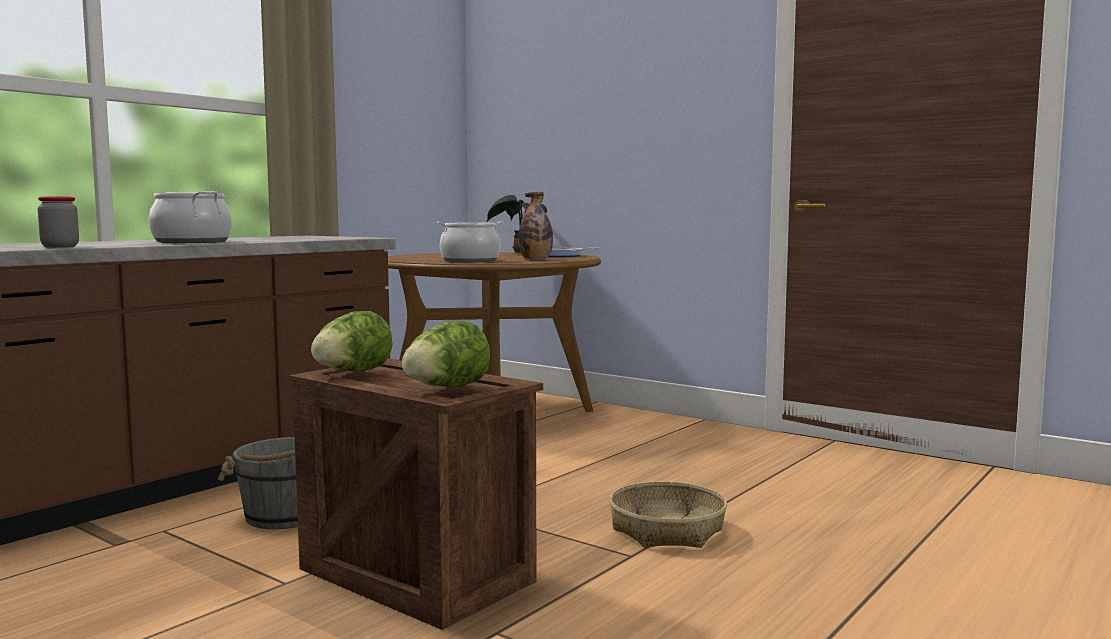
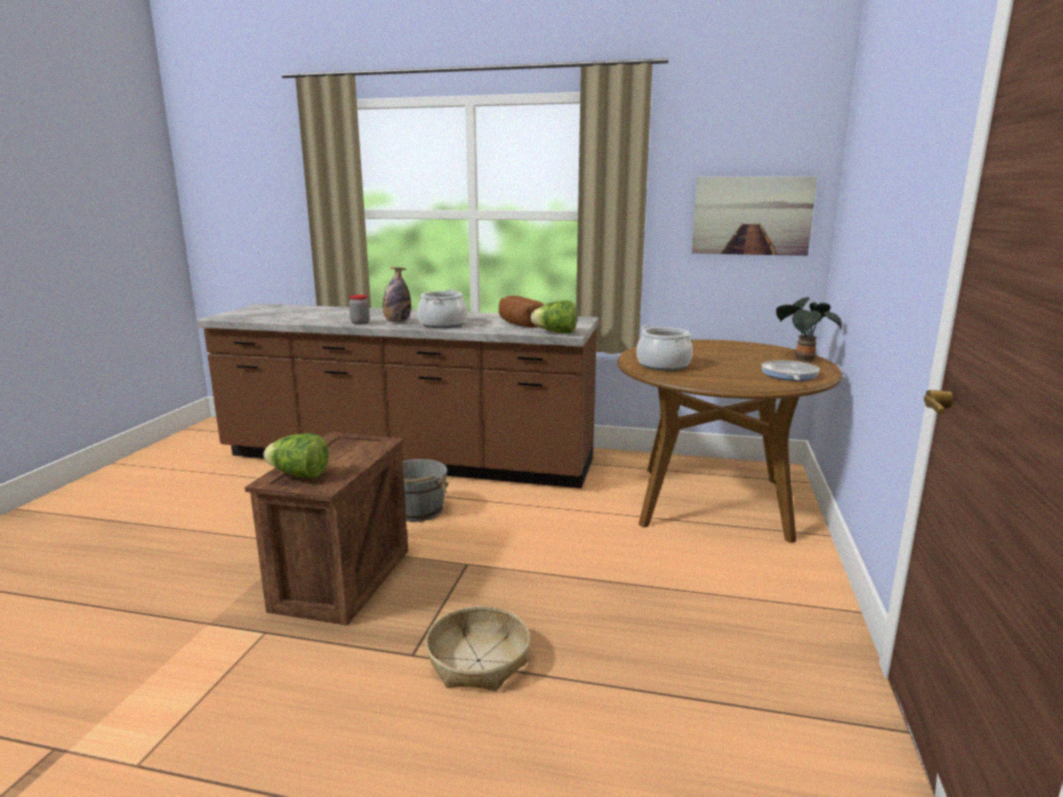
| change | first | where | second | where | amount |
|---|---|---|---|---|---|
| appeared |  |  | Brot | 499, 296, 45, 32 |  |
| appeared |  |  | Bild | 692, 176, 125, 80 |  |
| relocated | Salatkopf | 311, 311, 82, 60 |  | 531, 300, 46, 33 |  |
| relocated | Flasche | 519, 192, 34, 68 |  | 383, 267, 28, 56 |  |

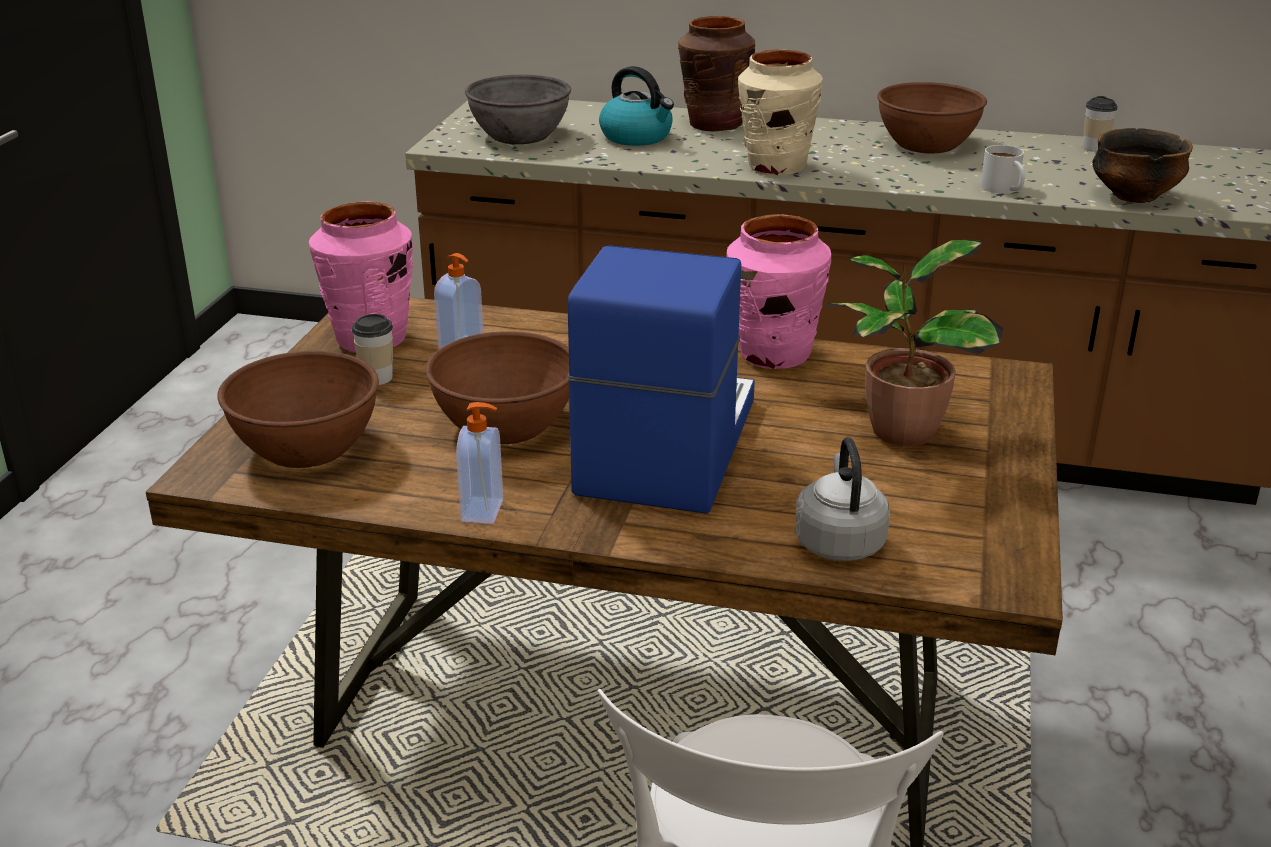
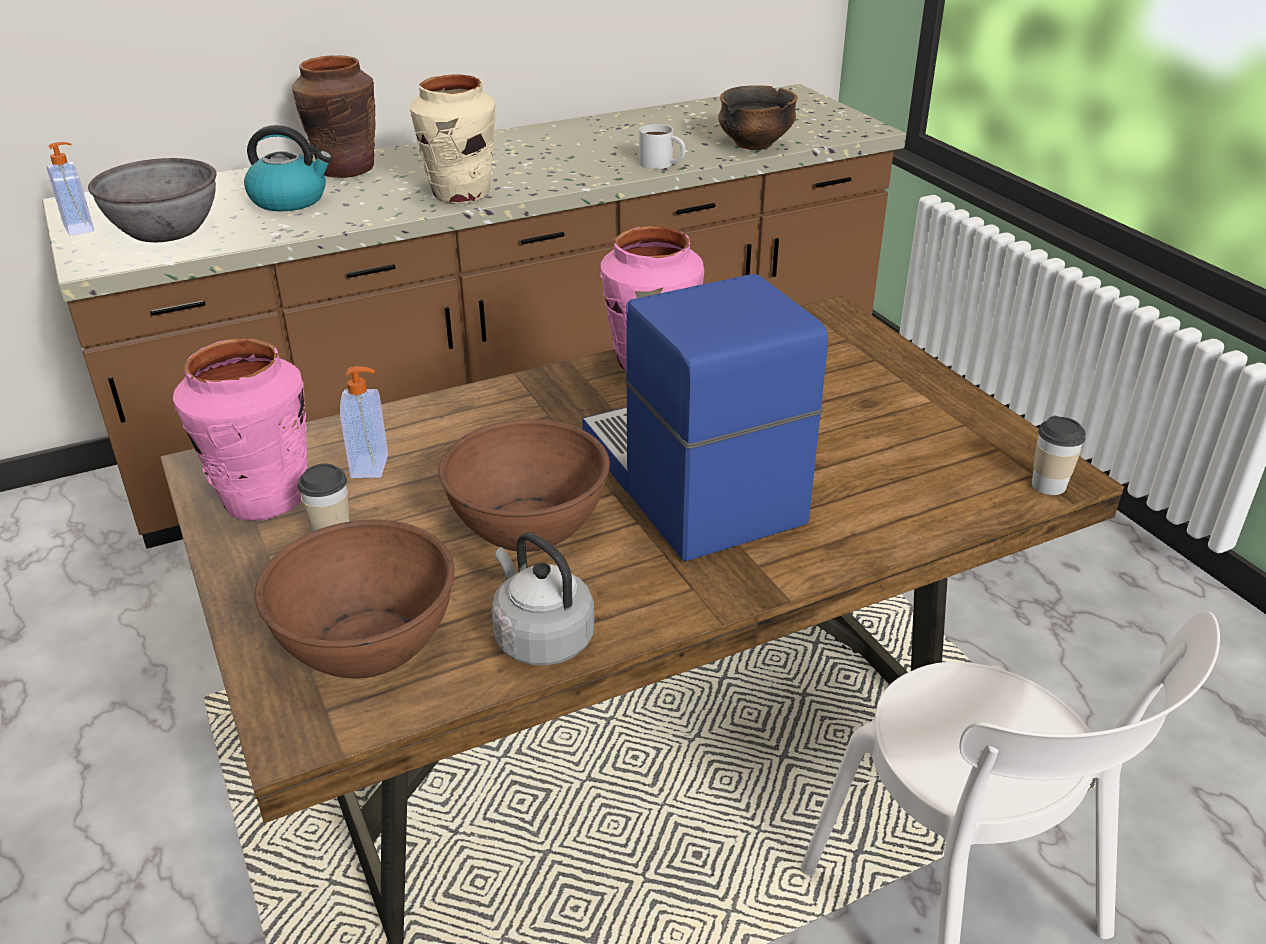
| change | first | where | second | where | amount |
|---|---|---|---|---|---|
| missing | Topfpflanze | 827, 239, 176, 207 |  |  |  |
| missing | Schüssel/braun | 877, 82, 110, 71 |  |  |  |
| relocated | Seifenspender | 456, 402, 47, 122 |  | 47, 142, 47, 94 |  |
| relocated | Wasserkessel/grau | 795, 437, 95, 124 |  | 491, 532, 103, 133 |  |
| relocated | Tasse | 1083, 96, 35, 56 |  | 1032, 416, 54, 79 |  |

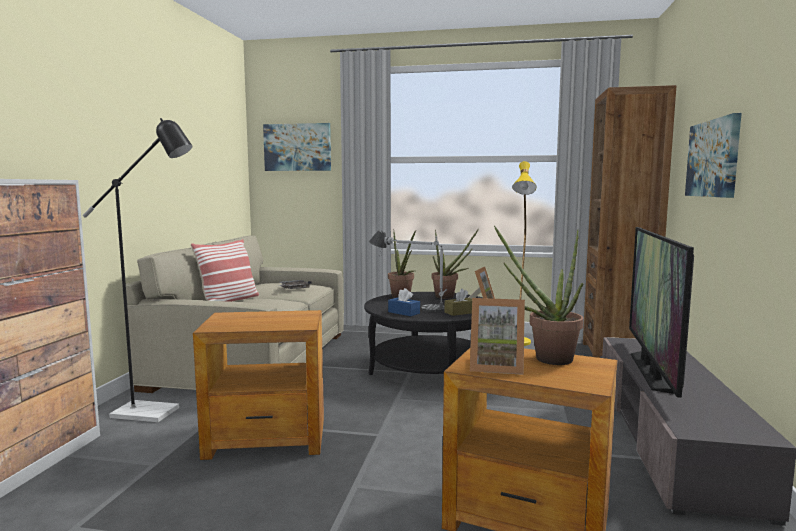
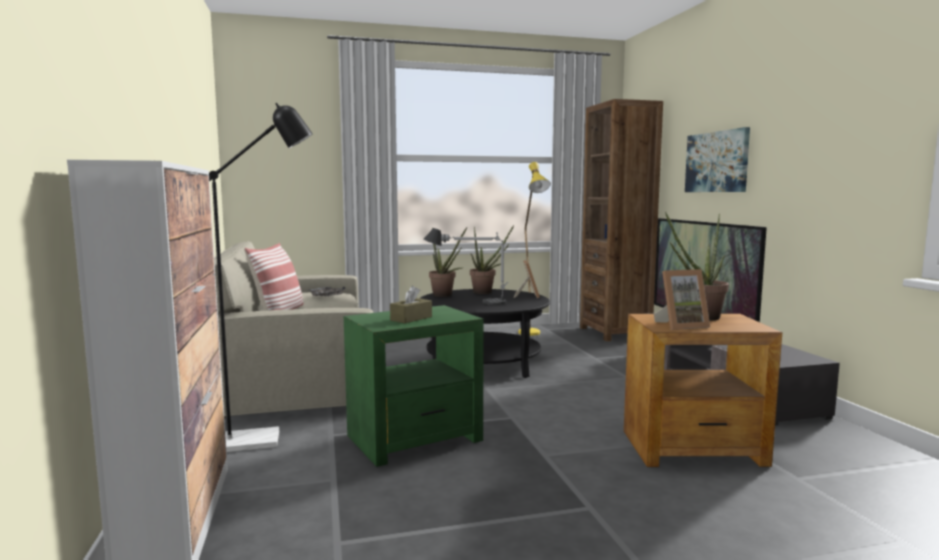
| change | first | where | second | where | amount |
|---|---|---|---|---|---|
| missing | Bild | 263, 123, 68, 48 |  |  |  |
| missing | Taschentuchbox/blau | 388, 288, 32, 28 |  |  |  |
| relocated | Taschentuchbox/braun | 445, 289, 27, 27 |  | 390, 286, 42, 37 |  |
| colour | Beistelltisch/braun | 193, 310, 131, 150 | Beistelltisch/grün | 344, 305, 140, 162 |  |

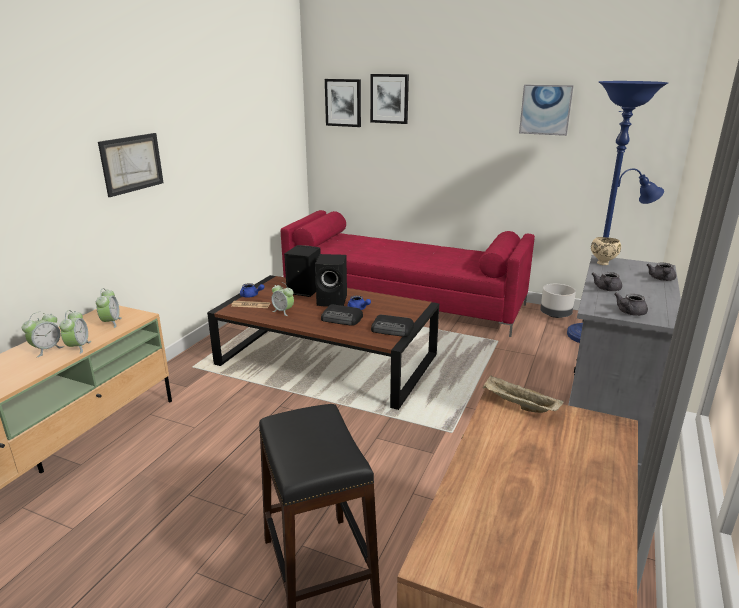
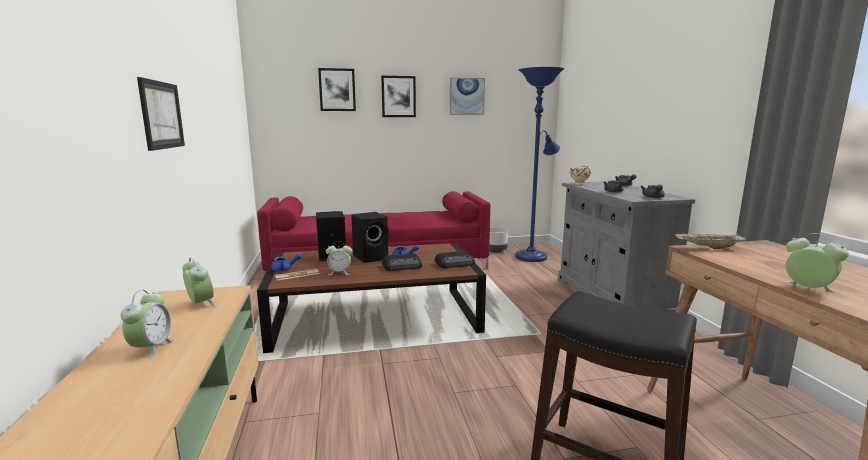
| change | first | where | second | where | amount |
|---|---|---|---|---|---|
| relocated | Wecker | 59, 310, 32, 44 |  | 786, 233, 63, 60 |  |
| relocated | Bild | 325, 79, 36, 48 |  | 381, 76, 35, 41 |  |

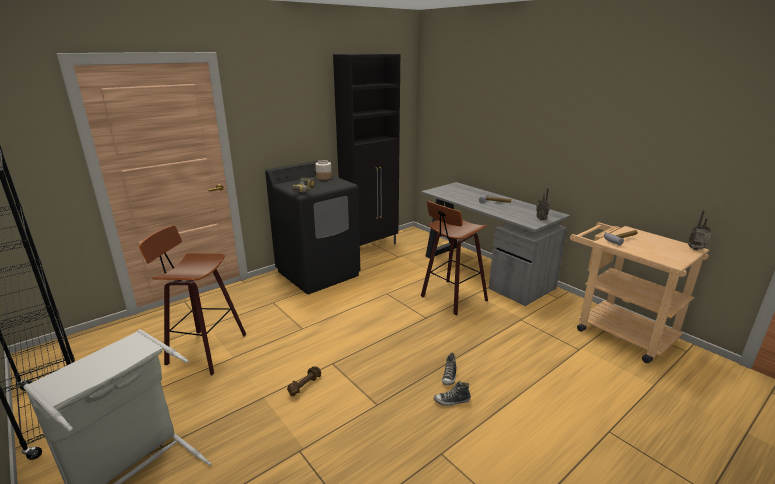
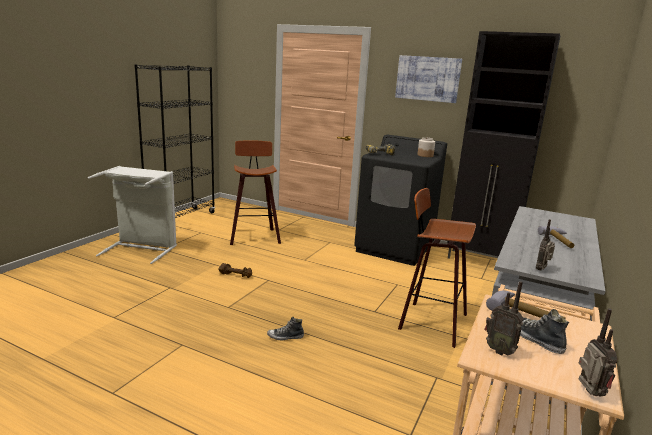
| change | first | where | second | where | amount |
|---|---|---|---|---|---|
| appeared |  |  | Bild | 395, 55, 67, 48 |  |
| appeared |  |  | Radio | 485, 281, 38, 74 |  |
| relocated | Schuh | 434, 381, 37, 25 |  | 520, 309, 49, 45 |  |

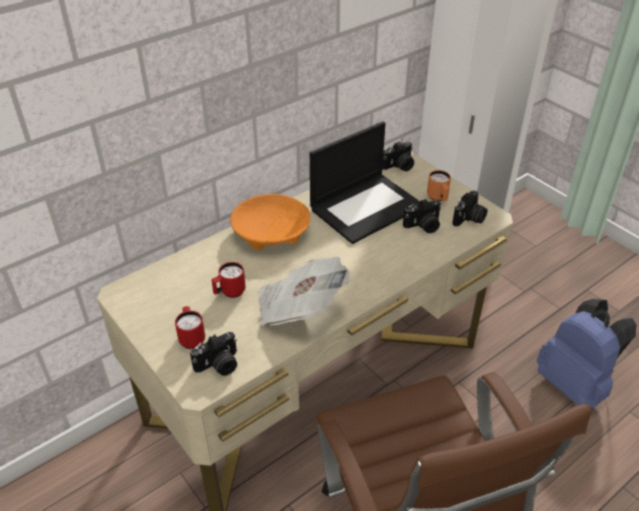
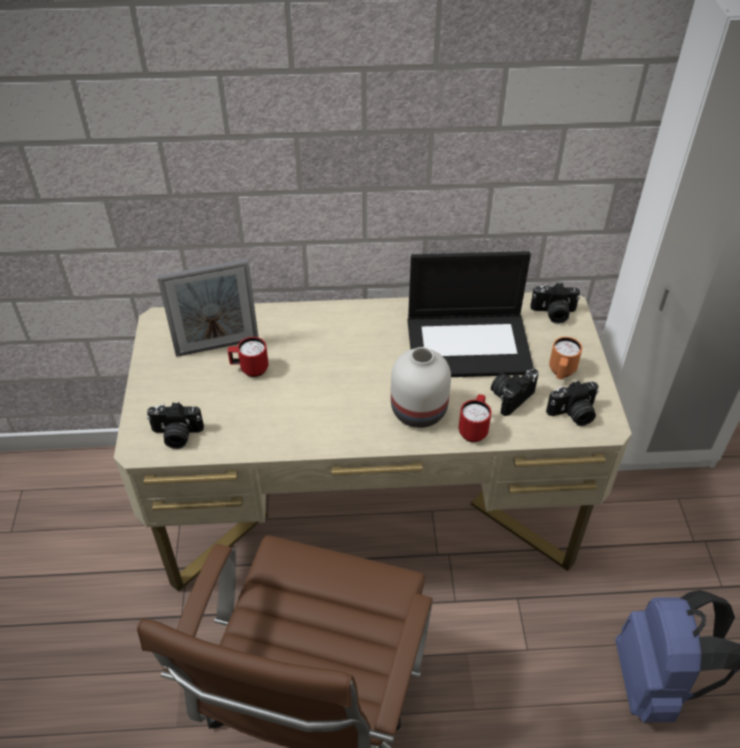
| change | first | where | second | where | amount |
|---|---|---|---|---|---|
| missing | Schüssel/orange | 230, 194, 80, 56 |  |  |  |
| missing | Zeitung | 258, 256, 91, 70 |  |  |  |
| appeared |  |  | Bilderrahmen | 157, 259, 101, 98 |  |
| appeared |  |  | Vase/weiß | 391, 347, 60, 81 |  |
| relocated | Henkelbecher/rot | 175, 306, 30, 43 |  | 459, 394, 32, 48 |  |
| spun | Kamera | 403, 199, 38, 34 |  | 491, 368, 47, 48 | 120 degrees clockwise |

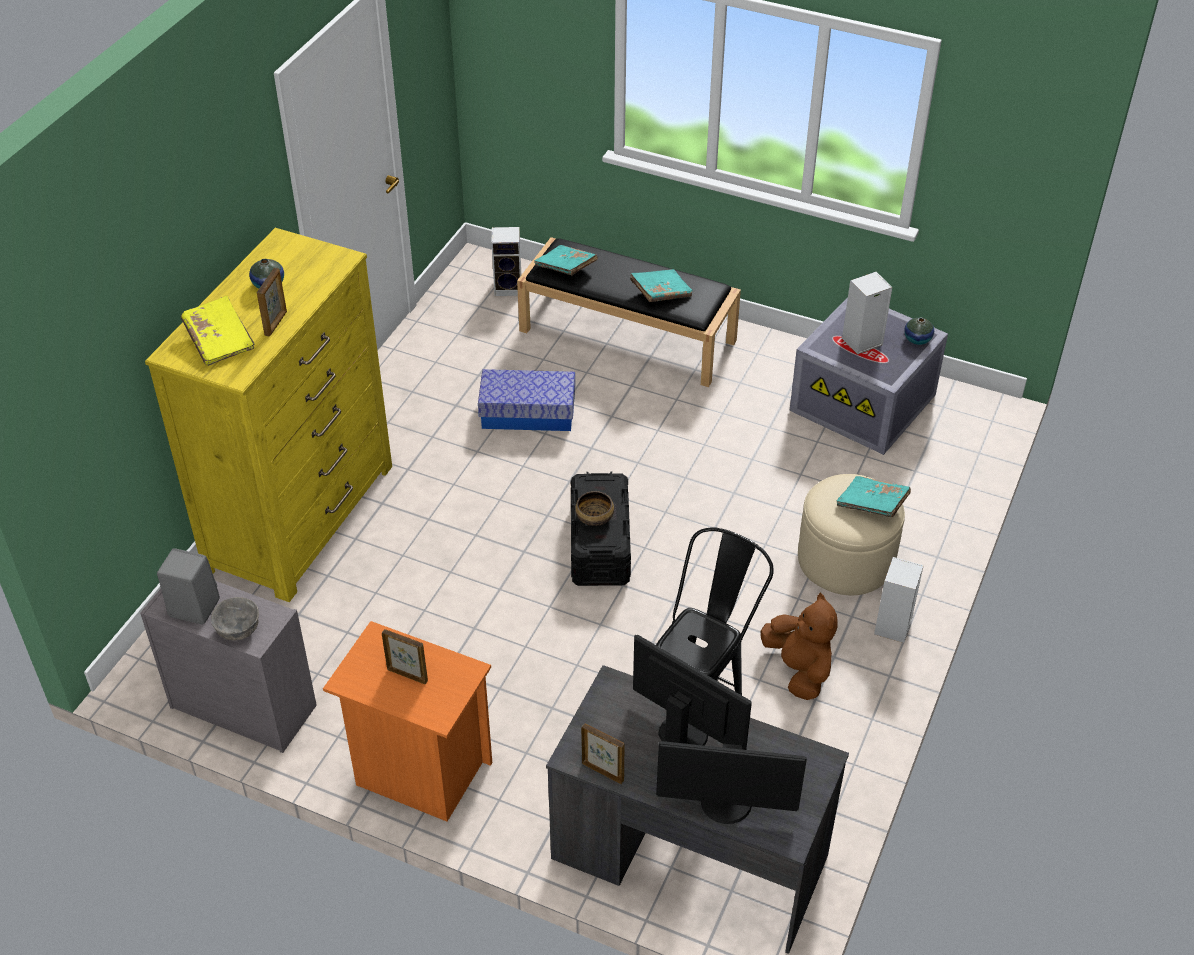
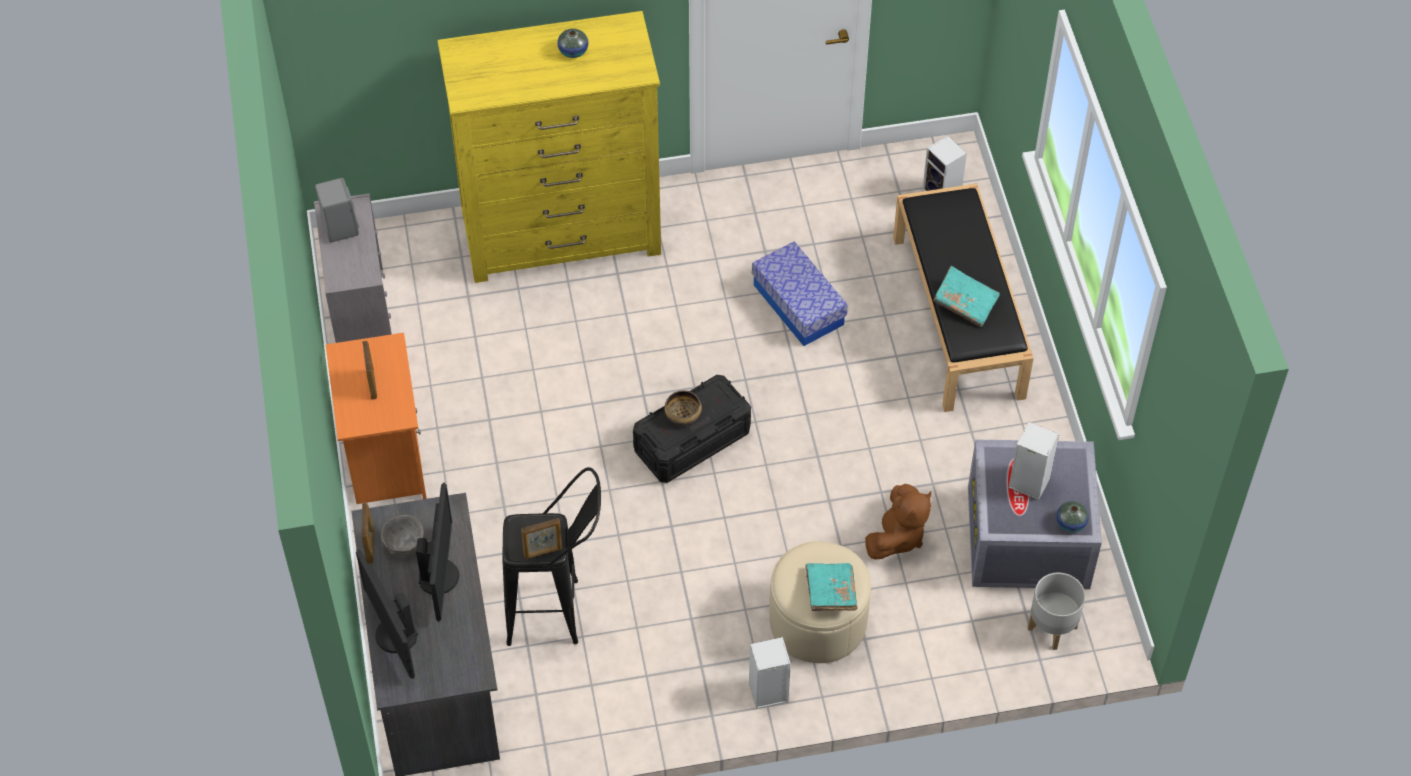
| change | first | where | second | where | amount |
|---|---|---|---|---|---|
| missing | Buch/gelb | 181, 296, 74, 70 |  |  |  |
| missing | Buch/türkis | 534, 245, 64, 30 |  |  |  |
| appeared |  |  | Pflanzkübel/grau | 1028, 572, 57, 78 |  |
| relocated | Schüssel/grau | 211, 597, 48, 44 |  | 381, 515, 43, 41 |  |
| relocated | Bilderrahmen | 257, 268, 30, 68 |  | 521, 518, 41, 41 |  |
| relocated | Plüschtier/braun | 761, 593, 76, 107 |  | 865, 484, 66, 75 |  |

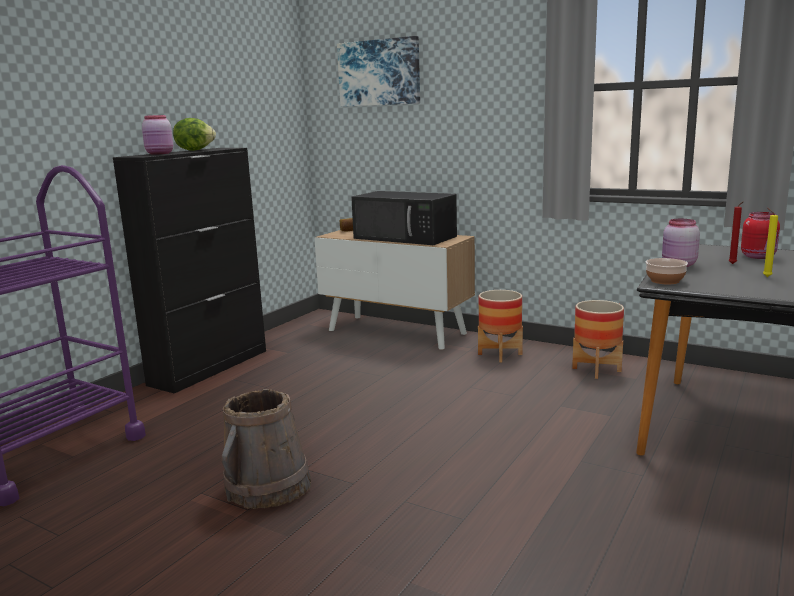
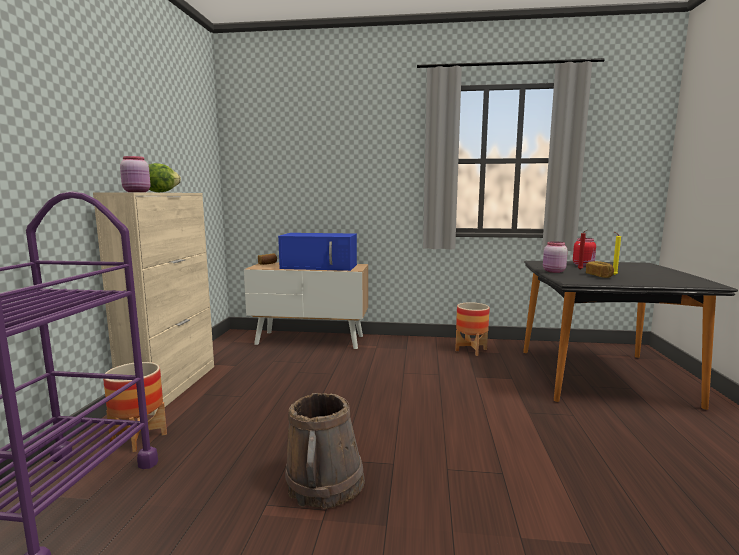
| change | first | where | second | where | amount |
|---|---|---|---|---|---|
| missing | Bild | 337, 36, 83, 71 |  |  |  |
| missing | Schüssel | 646, 258, 42, 26 |  |  |  |
| appeared |  |  | Brot | 586, 261, 28, 17 |  |
| relocated | Pflanzkübel | 478, 290, 45, 72 |  | 103, 362, 64, 90 |  |
| colour | Schrank/schwarz | 113, 148, 153, 245 | Schrank/beige | 93, 192, 121, 223 |  |
| colour | Mikrowelle/schwarz | 351, 191, 106, 54 | Mikrowelle/blau | 278, 233, 79, 38 |  |

